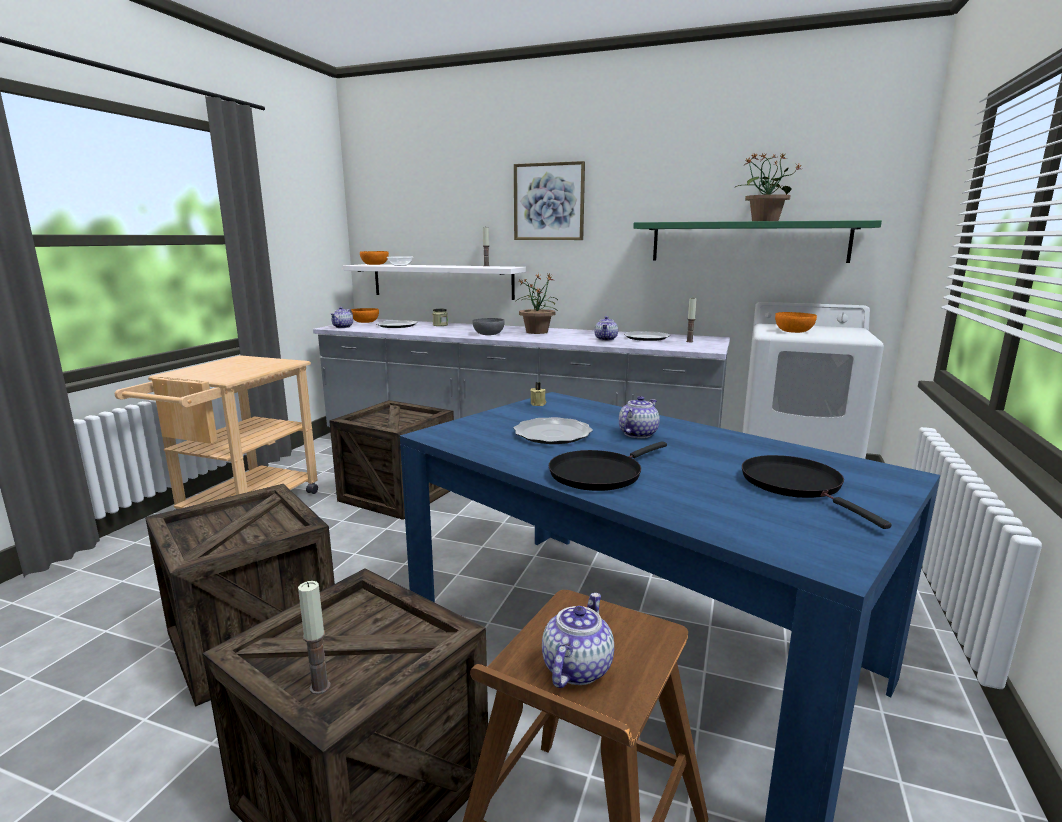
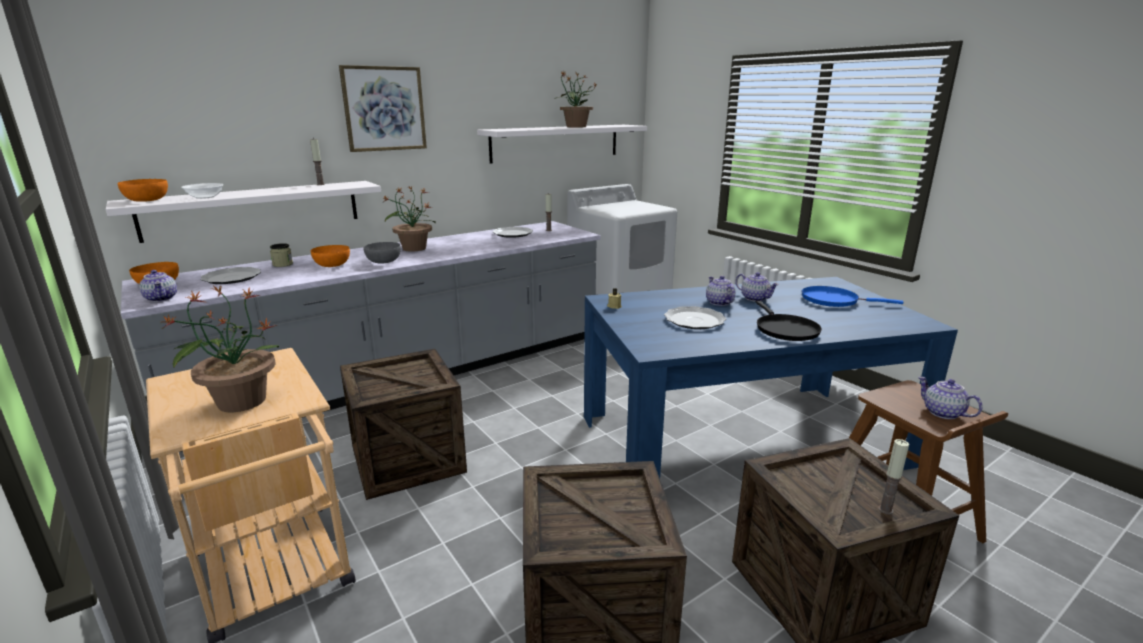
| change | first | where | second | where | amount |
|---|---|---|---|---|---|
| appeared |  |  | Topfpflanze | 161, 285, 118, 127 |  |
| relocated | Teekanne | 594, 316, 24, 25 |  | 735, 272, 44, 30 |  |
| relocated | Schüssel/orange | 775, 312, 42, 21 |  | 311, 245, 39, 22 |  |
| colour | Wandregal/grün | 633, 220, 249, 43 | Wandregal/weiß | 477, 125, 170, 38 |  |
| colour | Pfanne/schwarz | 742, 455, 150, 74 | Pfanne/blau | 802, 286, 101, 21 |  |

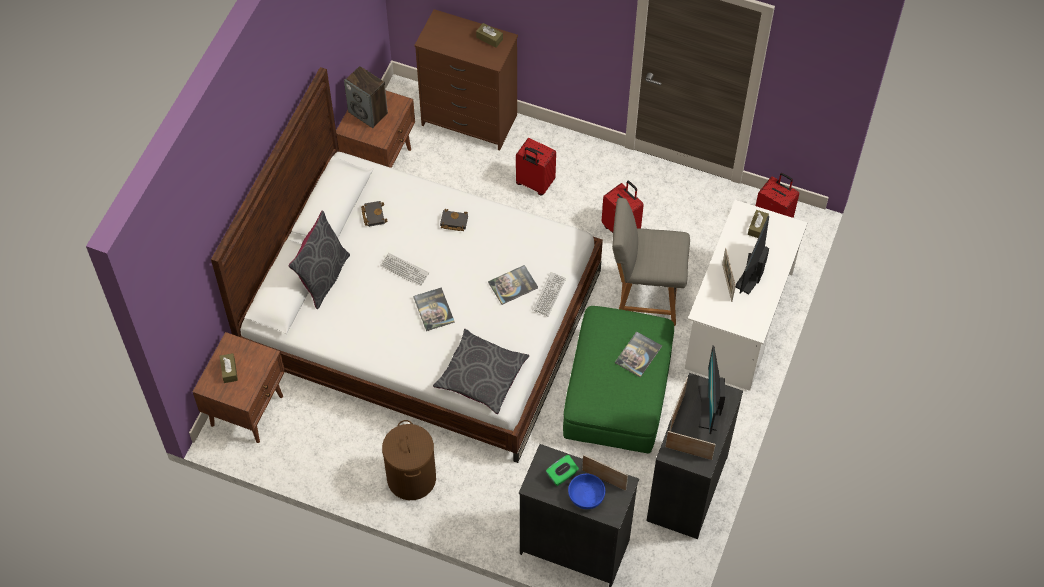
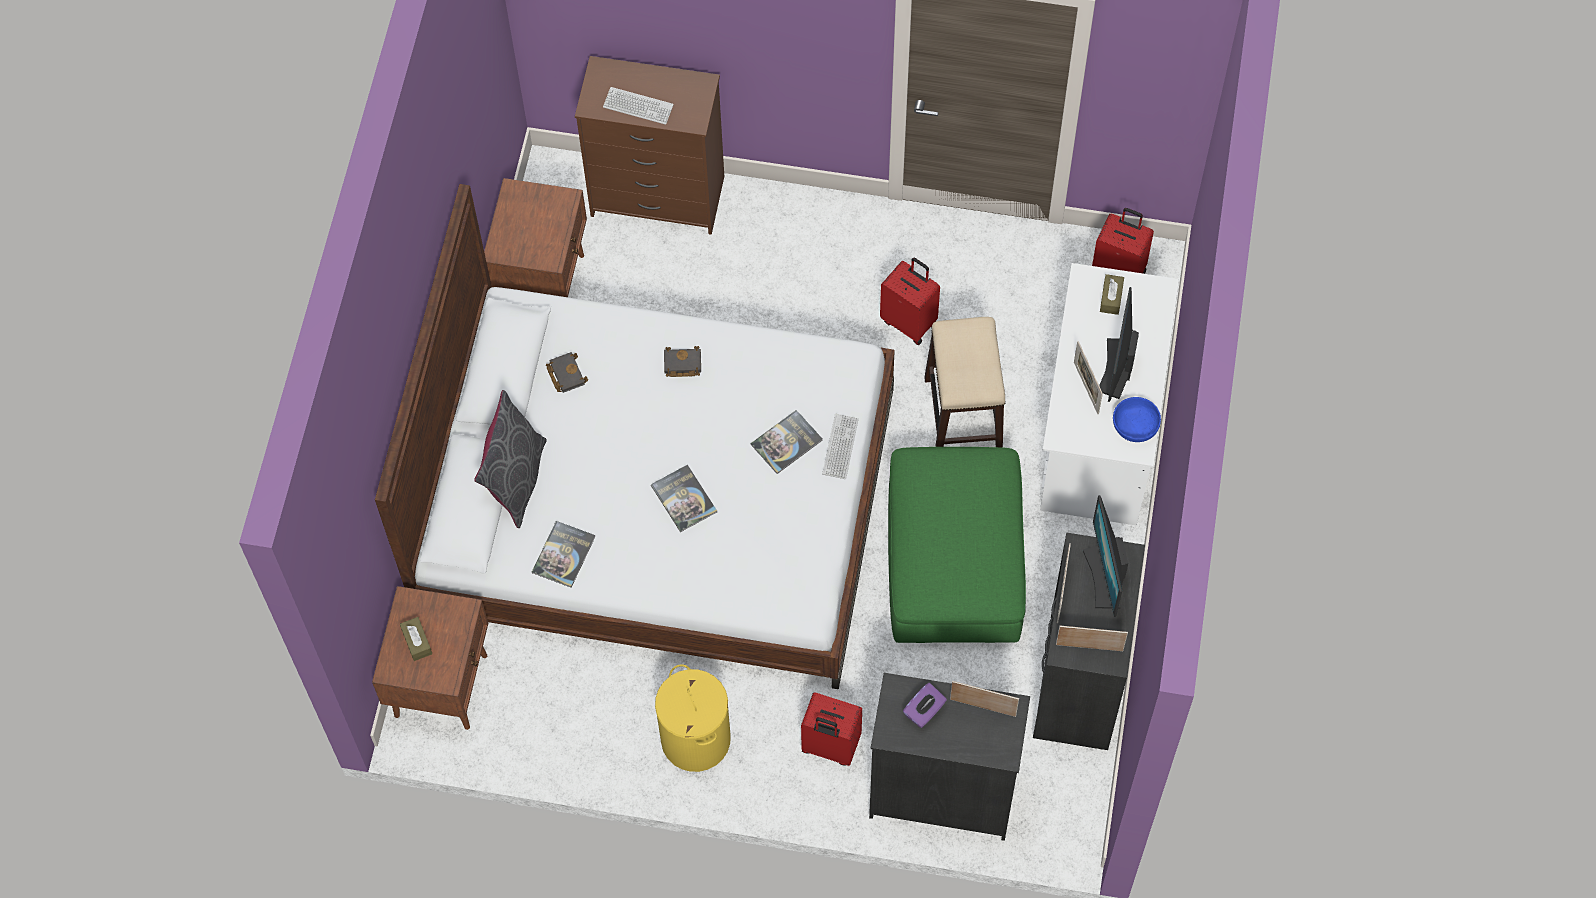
| change | first | where | second | where | amount |
|---|---|---|---|---|---|
| missing | Lautsprecher | 344, 66, 44, 62 |  |  |  |
| missing | Kissen/grau | 433, 329, 96, 85 |  |  |  |
| missing | Taschentuchbox/braun | 476, 23, 27, 25 |  |  |  |
| relocated | Tastatur | 380, 253, 49, 33 |  | 603, 87, 71, 38 |  |
| relocated | Koffer/rot | 516, 138, 40, 57 |  | 801, 692, 61, 74 |  |
| relocated | Schüssel/blau | 568, 474, 37, 35 |  | 1113, 397, 48, 45 |  |
| relocated | Buch | 615, 331, 47, 46 |  | 532, 521, 63, 67 |  |
| exchanged | Stuhl/grau | 612, 198, 78, 128 | Hocker | 924, 317, 81, 131 |  |
| colour | Wäschekorb/braun | 382, 420, 54, 80 | Wäschekorb/gelb | 655, 664, 76, 108 |  |
| colour | Taschentuchbox/grün | 546, 455, 33, 31 | Taschentuchbox/lila | 903, 683, 44, 45 |  |

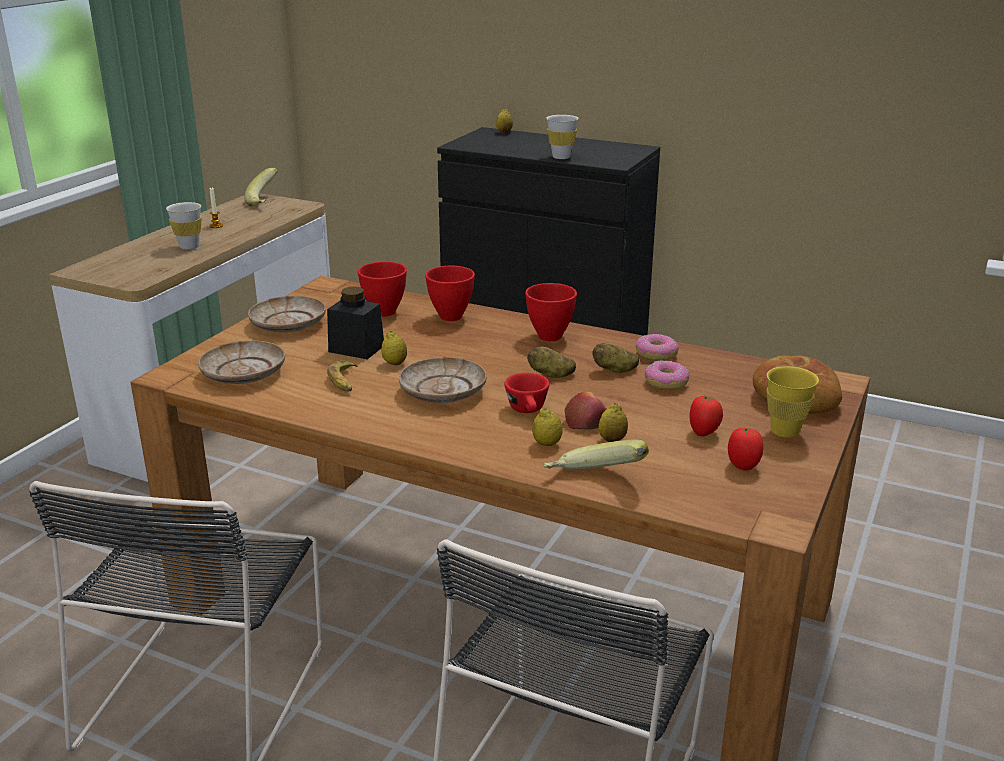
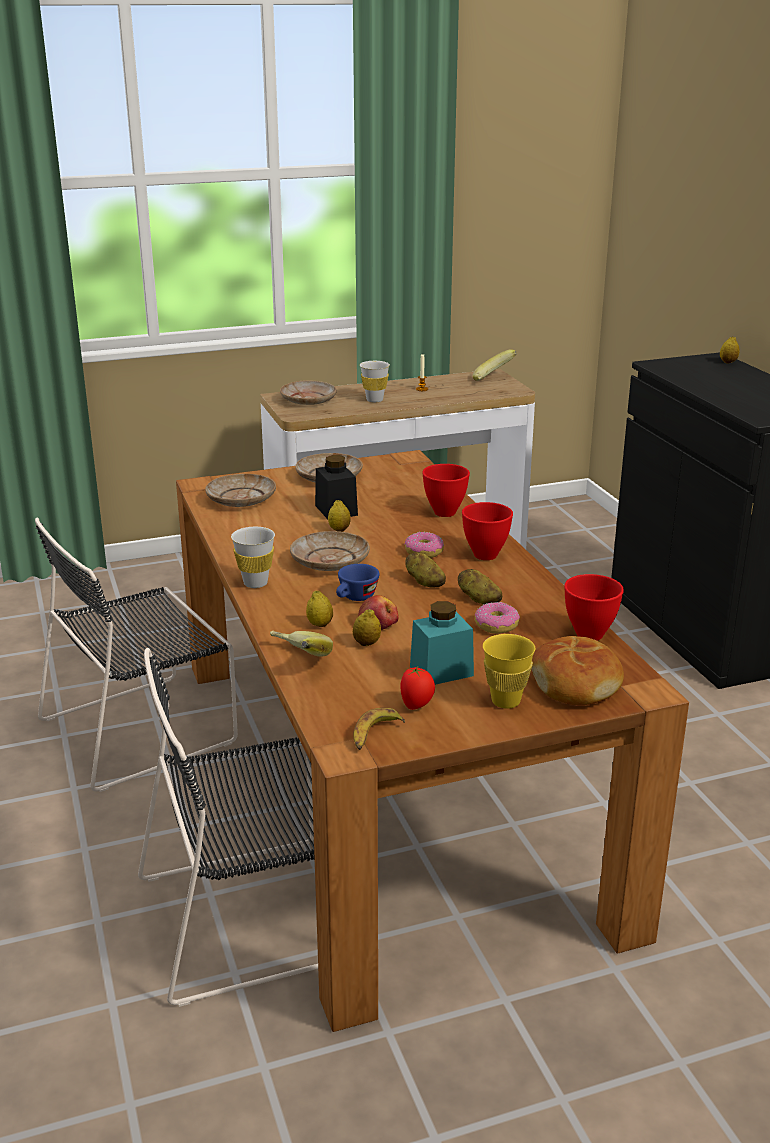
| change | first | where | second | where | amount |
|---|---|---|---|---|---|
| appeared |  |  | Teller/beige | 280, 380, 57, 25 |  |
| relocated | Banane | 327, 360, 31, 32 |  | 353, 708, 52, 42 |  |
| relocated | Schüssel/rot | 358, 262, 49, 55 |  | 564, 574, 60, 67 |  |
| relocated | Tasse/weiß | 546, 115, 33, 44 |  | 231, 527, 44, 61 |  |
| relocated | Donut | 636, 334, 43, 27 |  | 404, 532, 40, 26 |  |
| exchanged | Tomate | 689, 396, 34, 41 | Vorratsglas/türkis | 410, 601, 64, 84 |  |
| colour | Tasse/rot | 504, 373, 45, 40 | Tasse/blau | 336, 564, 43, 37 |  |

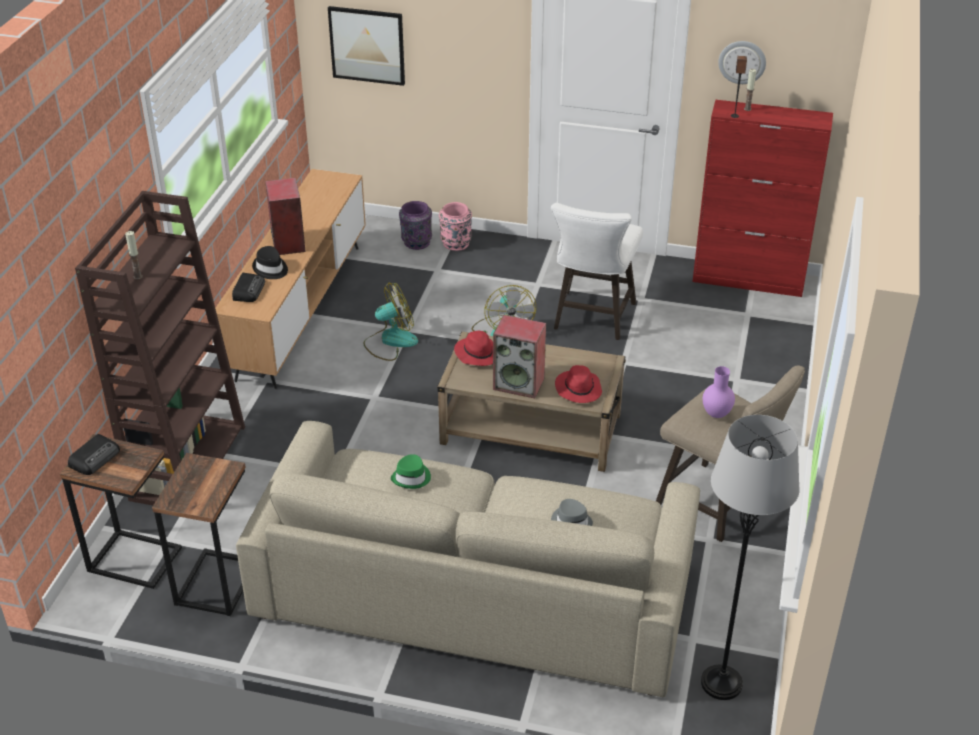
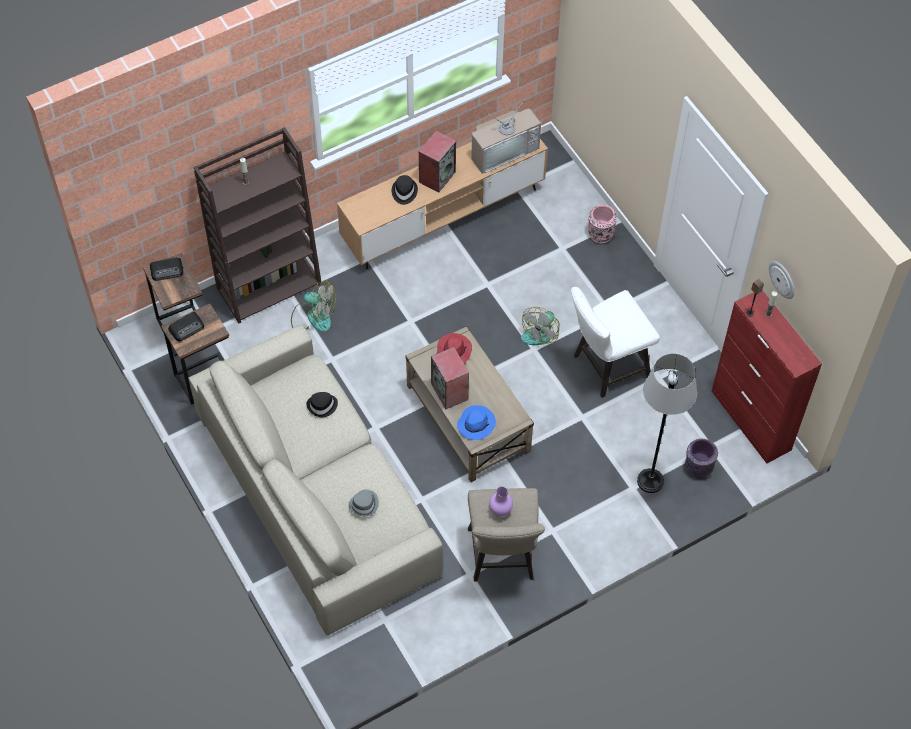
| change | first | where | second | where | amount |
|---|---|---|---|---|---|
| missing | Bild | 328, 6, 77, 80 |  |  |  |
| appeared |  |  | Fernseher | 471, 100, 70, 74 |  |
| relocated | Radio | 232, 273, 33, 29 |  | 168, 312, 36, 29 |  |
| relocated | Ventilator | 363, 282, 55, 79 |  | 291, 280, 45, 52 |  |
| relocated | Vase/lila | 399, 201, 33, 49 |  | 685, 439, 33, 40 |  |
| relocated | Stehlampe/grau | 701, 415, 99, 285 |  | 637, 354, 60, 139 |  |
| colour | Hut/grün | 391, 454, 40, 35 | Hut/schwarz | 307, 392, 31, 25 |  |
| colour | Hut/rot | 555, 365, 47, 38 | Hut/blau | 457, 405, 39, 35 |  |

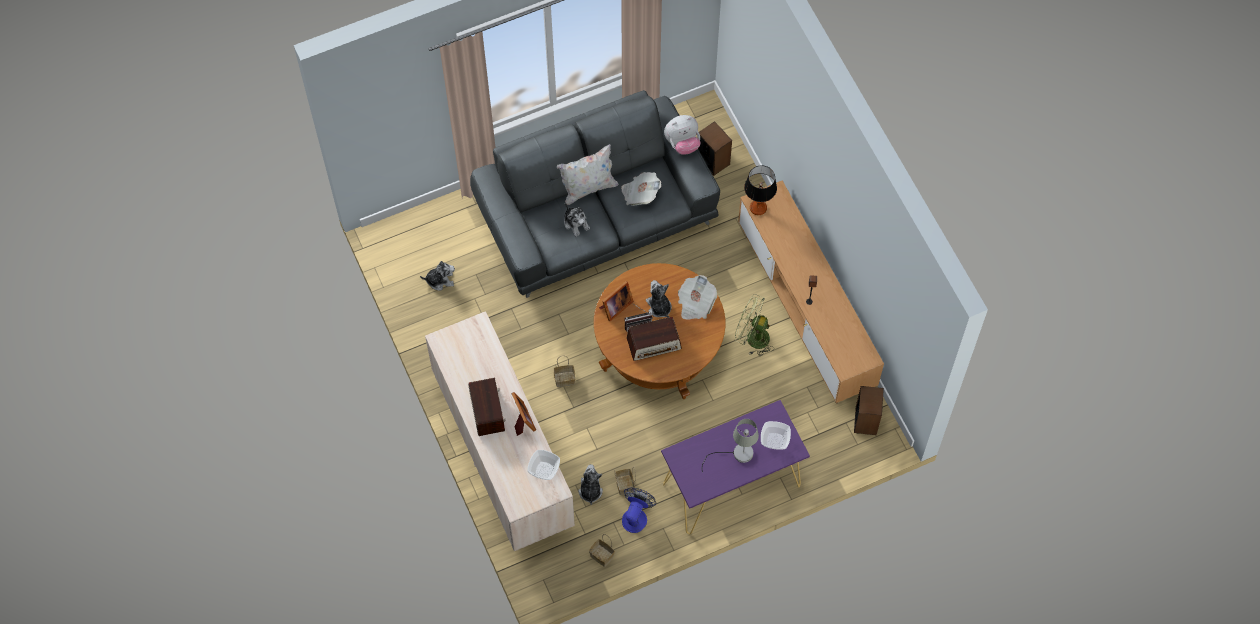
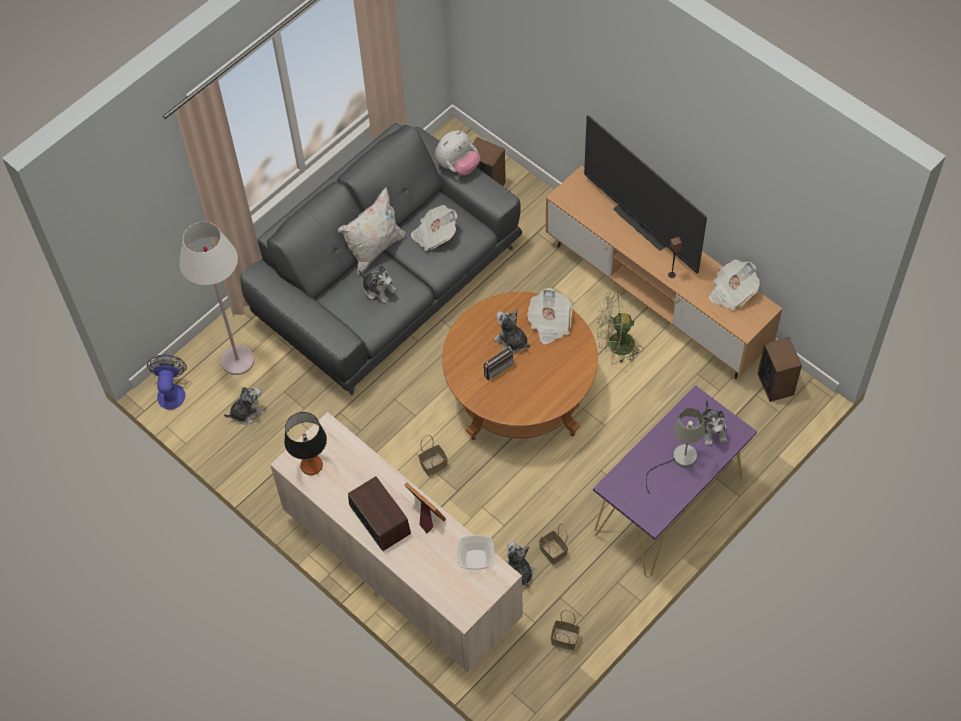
| change | first | where | second | where | amount |
|---|---|---|---|---|---|
| missing | Bilderrahmen | 599, 281, 35, 40 |  |  |  |
| missing | Radio | 627, 317, 55, 44 |  |  |  |
| appeared |  |  | Stehlampe/weiß | 179, 222, 75, 153 |  |
| appeared |  |  | Fernseher | 584, 115, 123, 159 |  |
| appeared |  |  | Zeitung | 709, 259, 51, 52 |  |
| relocated | Ventilator | 622, 487, 34, 46 |  | 147, 355, 40, 54 |  |
| relocated | Tischlampe | 744, 165, 33, 50 |  | 284, 412, 43, 63 |  |
| exchanged | Schüssel | 761, 421, 30, 29 | Plüschtier | 697, 400, 30, 46 |  |

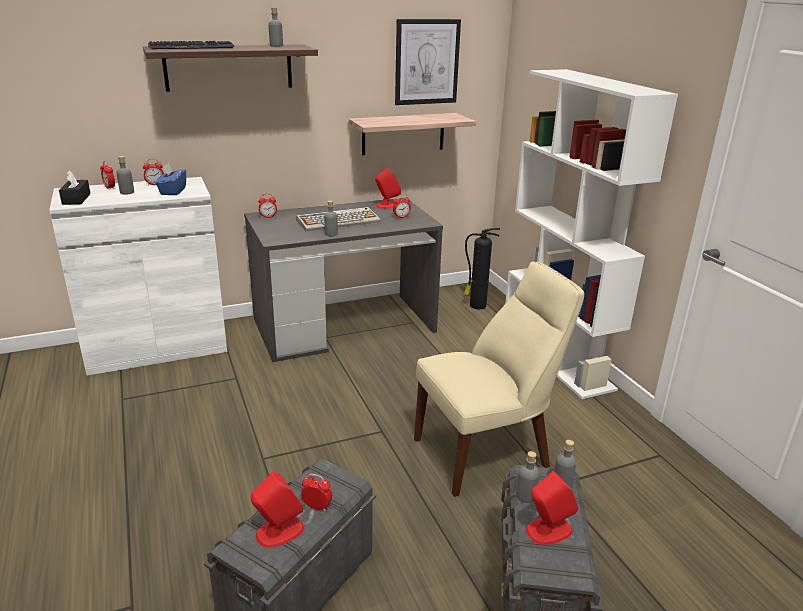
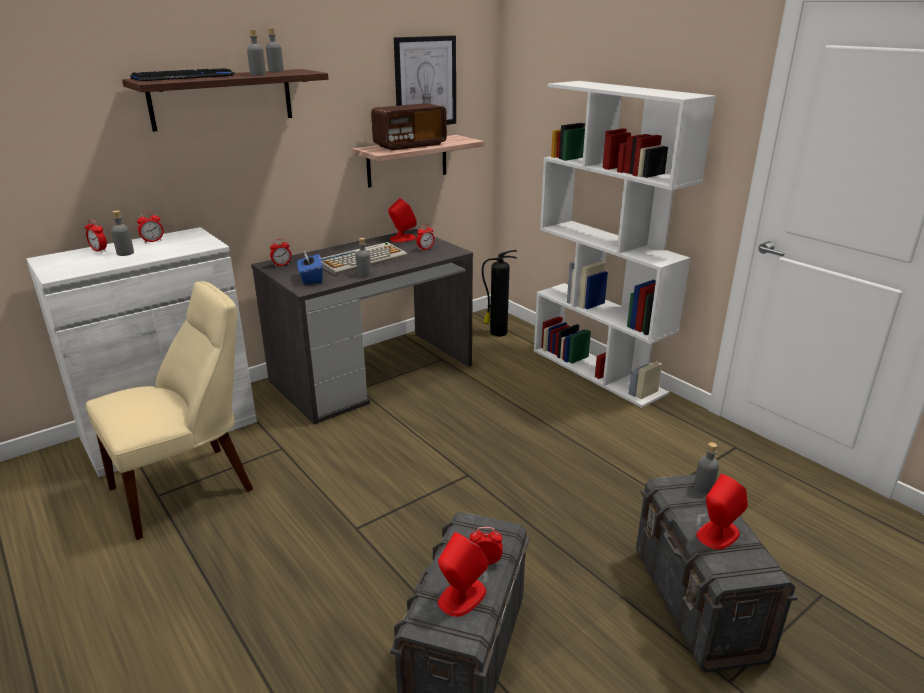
| change | first | where | second | where | amount |
|---|---|---|---|---|---|
| missing | Taschentuchbox/schwarz | 59, 170, 31, 35 |  |  |  |
| appeared |  |  | Radio | 371, 103, 76, 47 |  |
| relocated | Taschentuchbox/blau | 155, 163, 31, 32 |  | 297, 250, 26, 34 |  |
| relocated | Stuhl/beige | 414, 261, 170, 236 |  | 86, 281, 167, 259 |  |
| relocated | Flasche/grau | 516, 451, 24, 52 |  | 247, 29, 19, 47 |  |

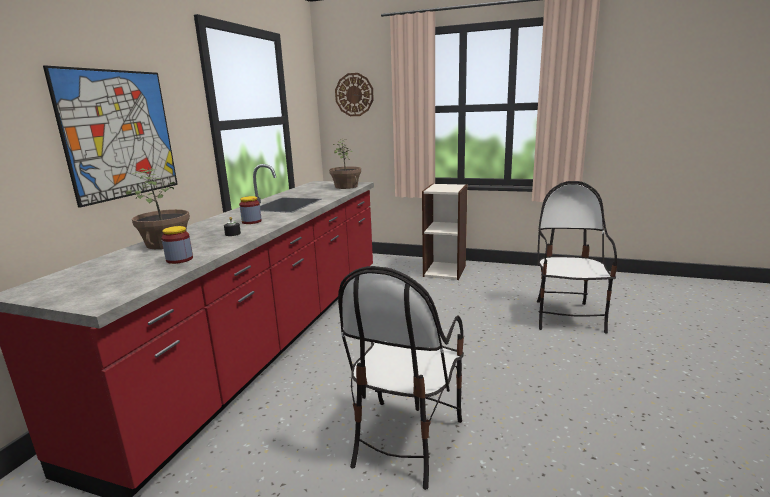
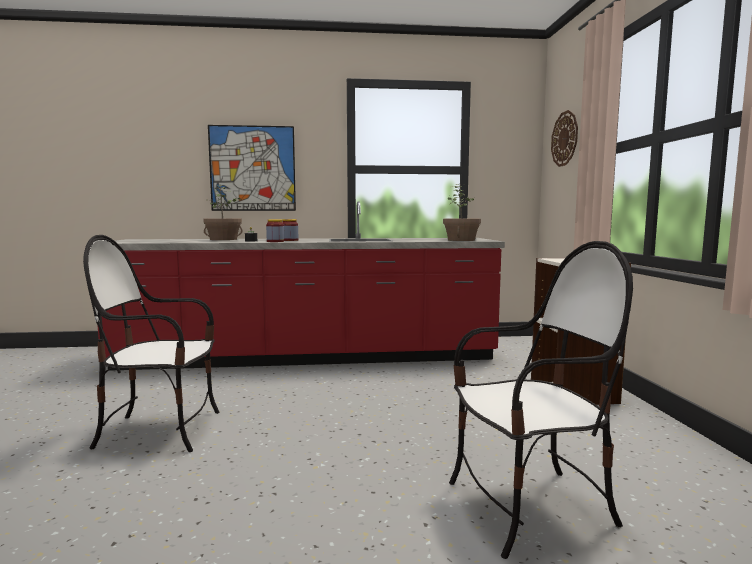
| change | first | where | second | where | amount |
|---|---|---|---|---|---|
| relocated | Vorratsglas | 161, 226, 32, 38 |  | 266, 219, 18, 23 |  |

